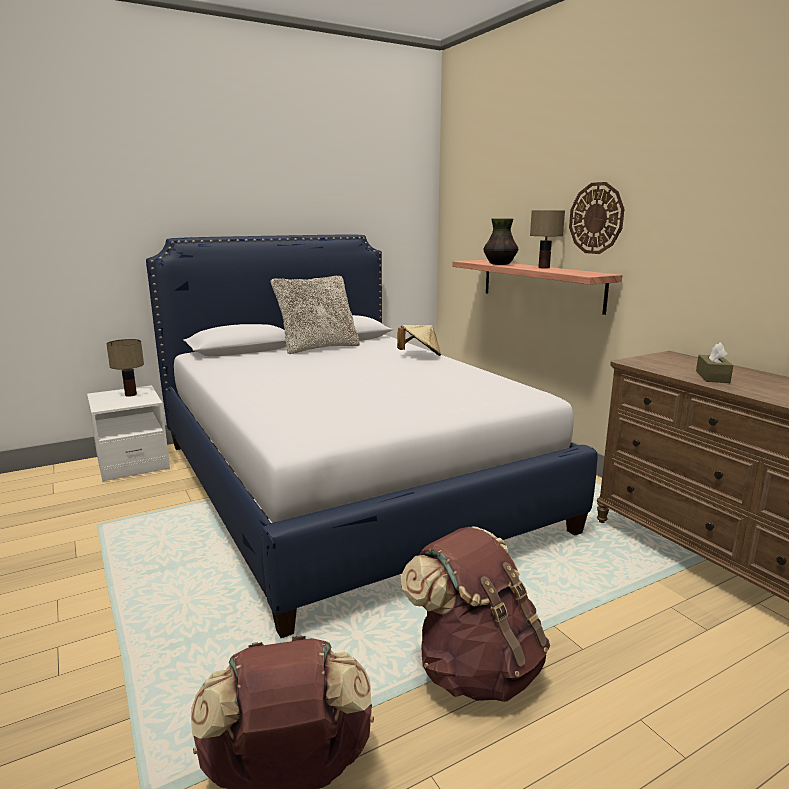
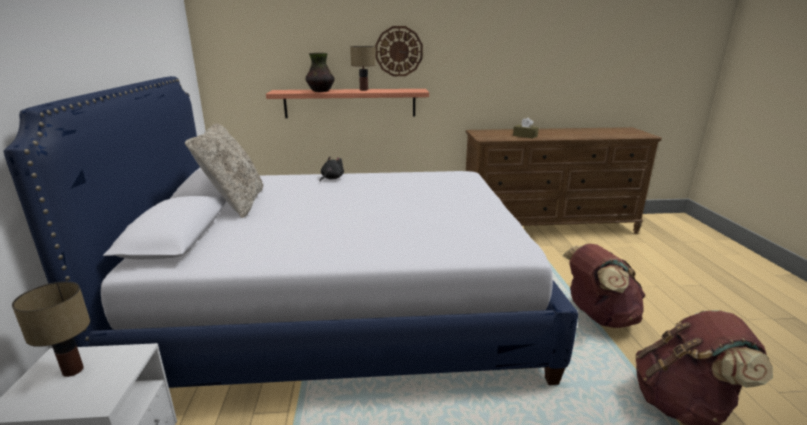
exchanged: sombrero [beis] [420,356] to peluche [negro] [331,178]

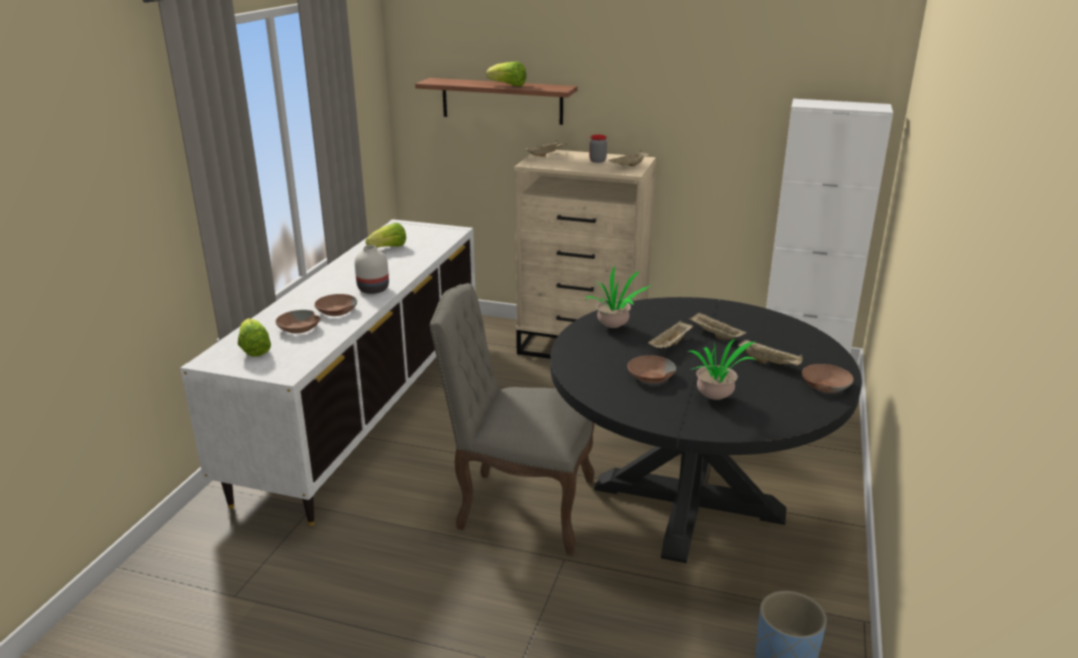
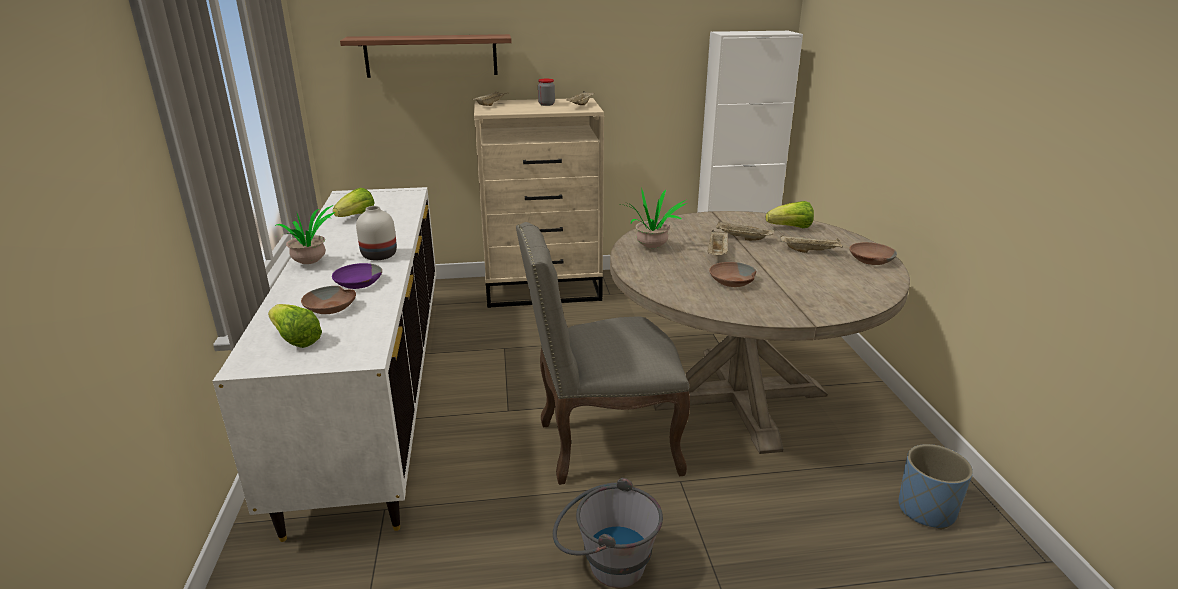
appeared: cubo [gris] [605,564]
relocated: lechuga [508,85] to [790,228]; planta en maceta [717,399] to [312,264]
colour: cuenco [marrón] [335,311] to cuenco [morado] [357,283]; mesa de comedor [negro] [688,499] to mesa de comedor [beis] [738,396]

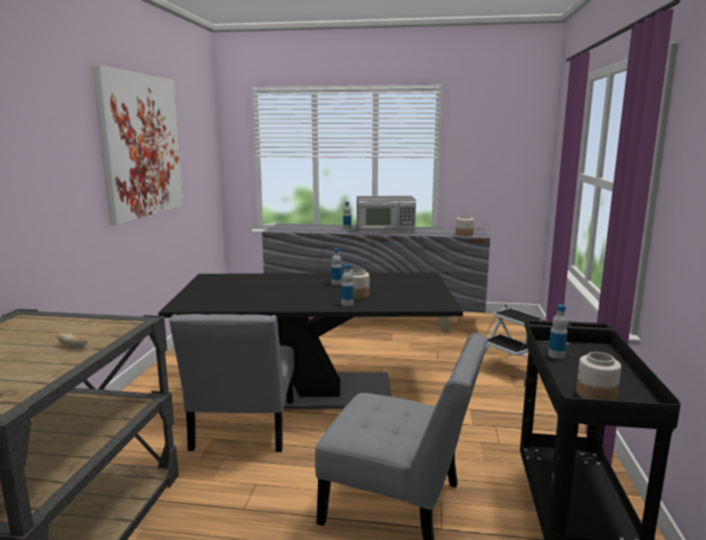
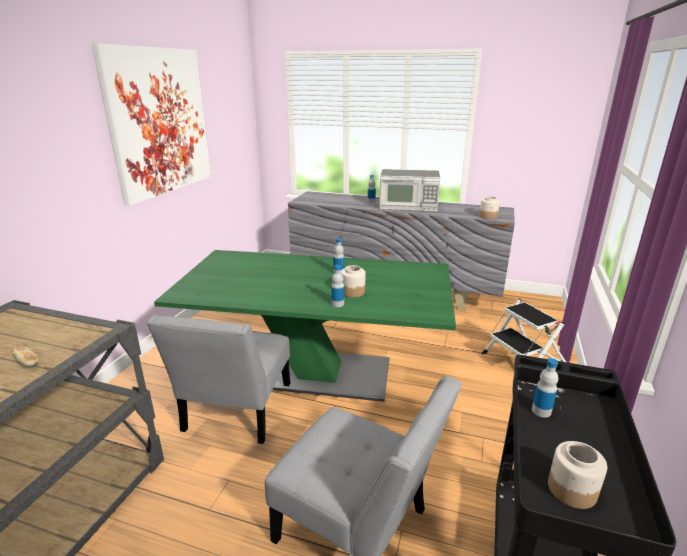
colour: mesa de comedor [negro] [317,392] to mesa de comedor [verde] [317,373]

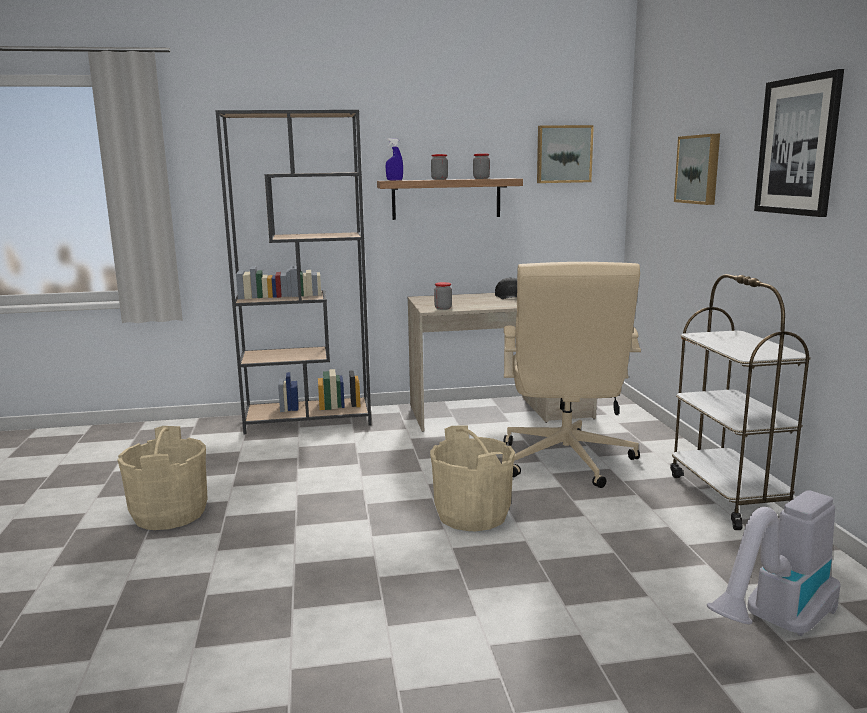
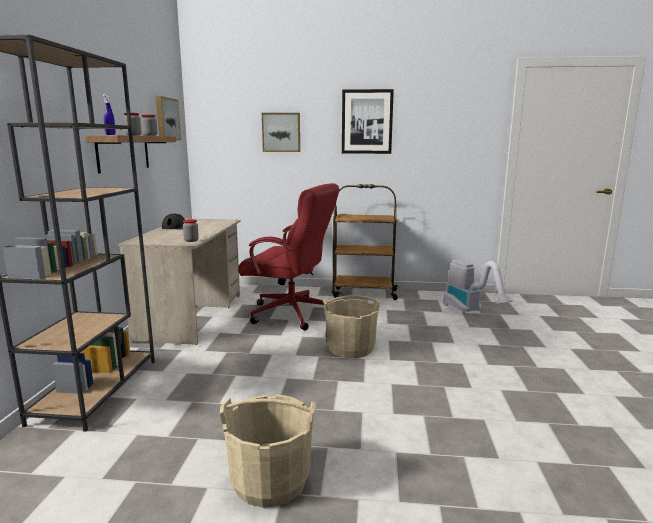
colour: silla de oficina [beis] [566,459] to silla de oficina [rojo] [291,313]; carrito [blanco] [728,497] to carrito [marrón] [363,294]

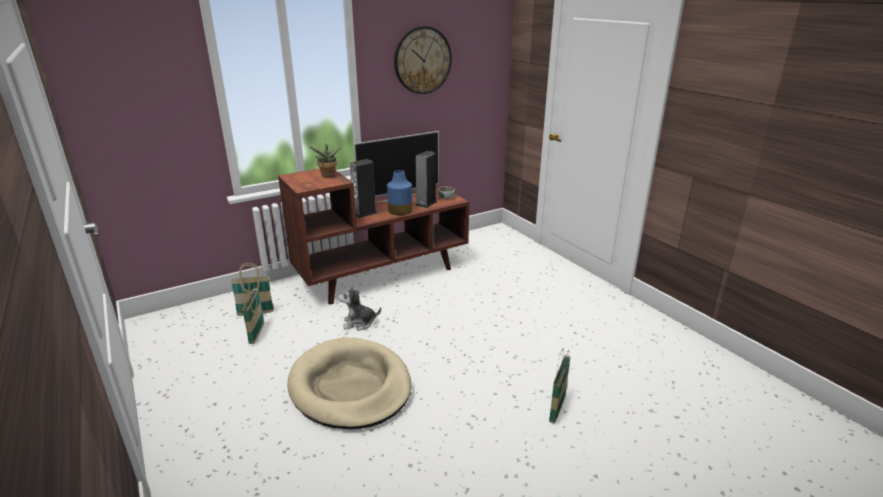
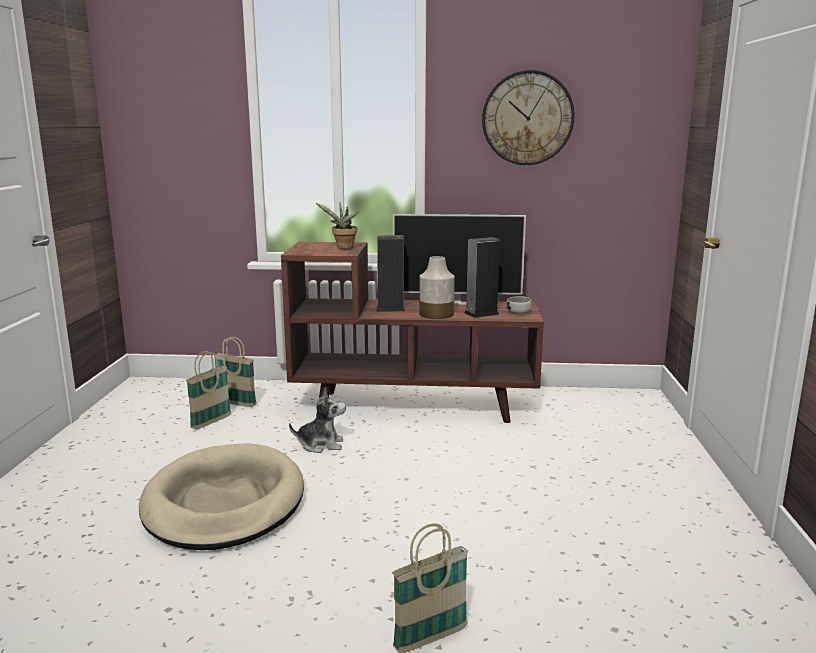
colour: florero [azul] [400,210] to florero [beis] [437,314]
spun: peluche [359,323] = [321,445] 150 degrees clockwise

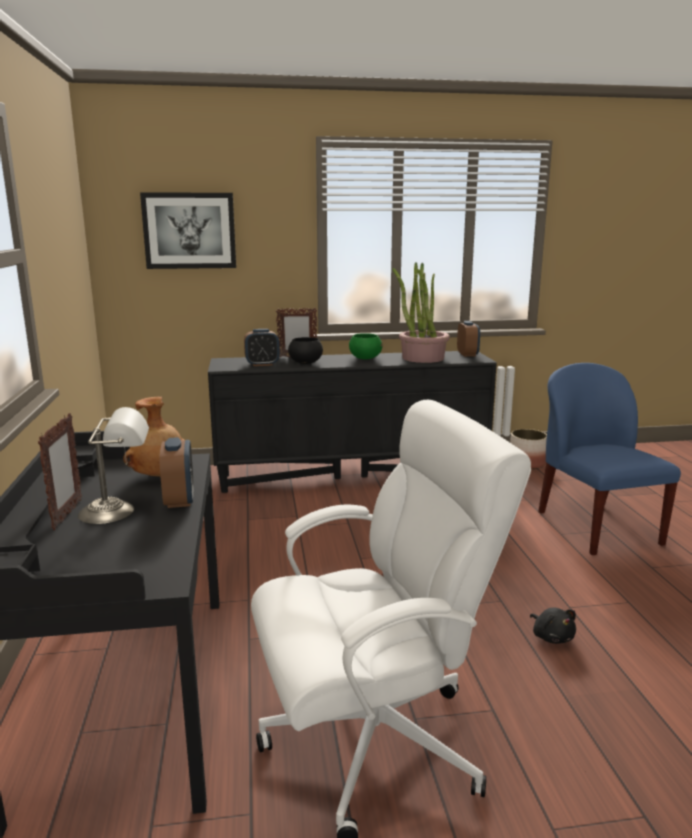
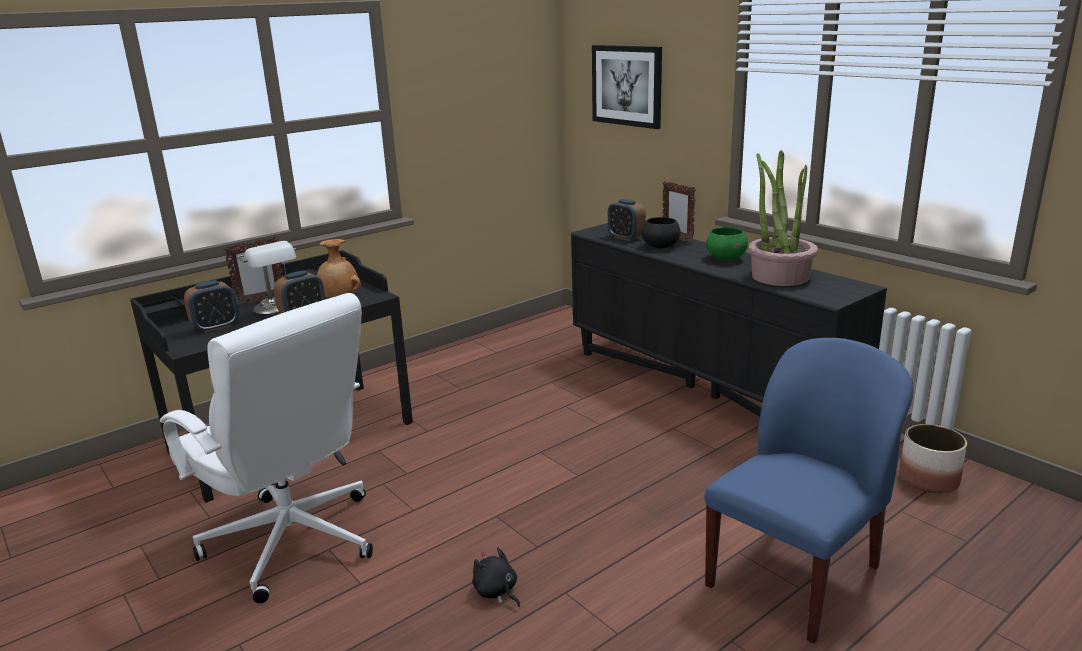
relocated: despertador [467,354] to [216,327]
spun: peluche [negro] [552,637] = [496,592] 105 degrees clockwise

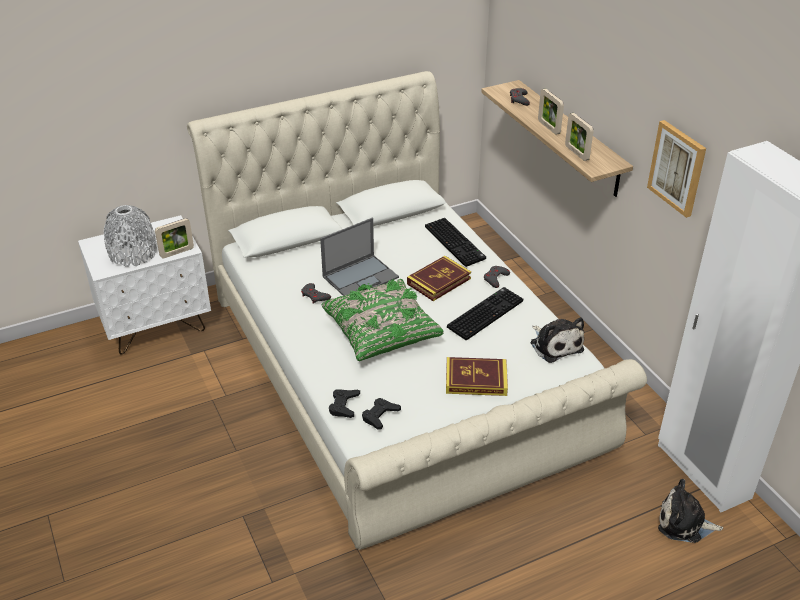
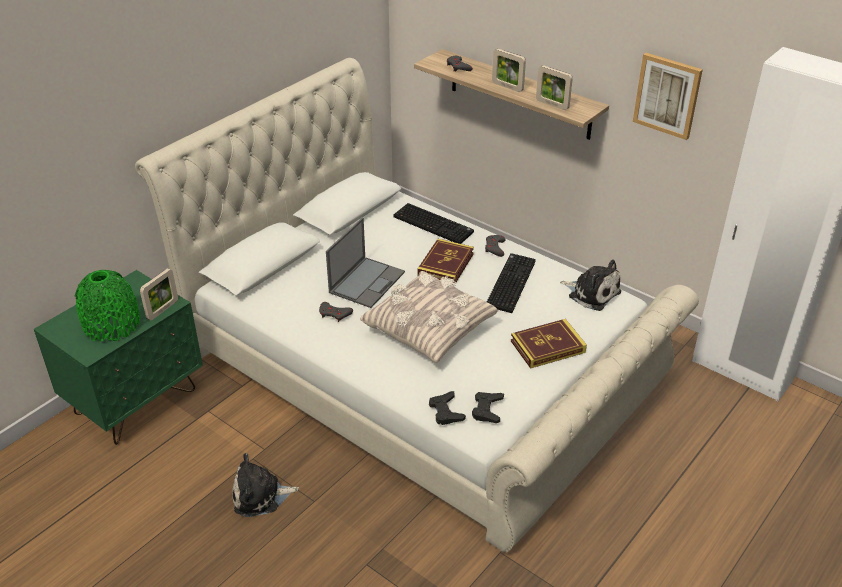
relocated: peluche [684,523] to [260,496]
colour: mesita de noche [blanco] [156,326] to mesita de noche [verde] [136,402]; florero [gris] [133,253] to florero [verde] [112,325]; cojín [verde] [381,334] to cojín [beis] [428,331]

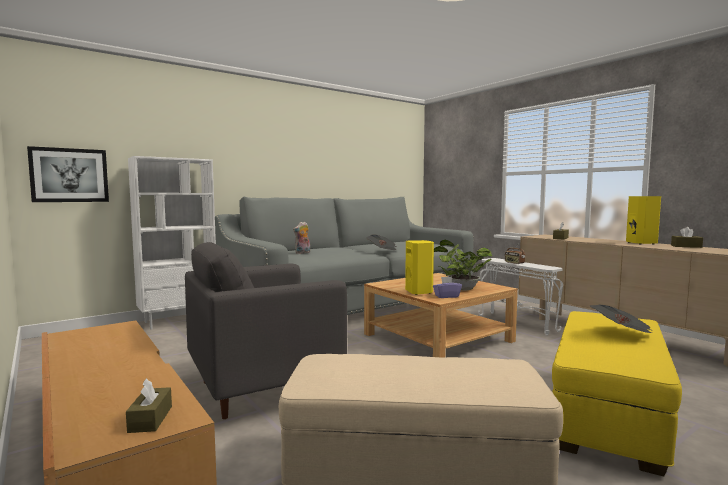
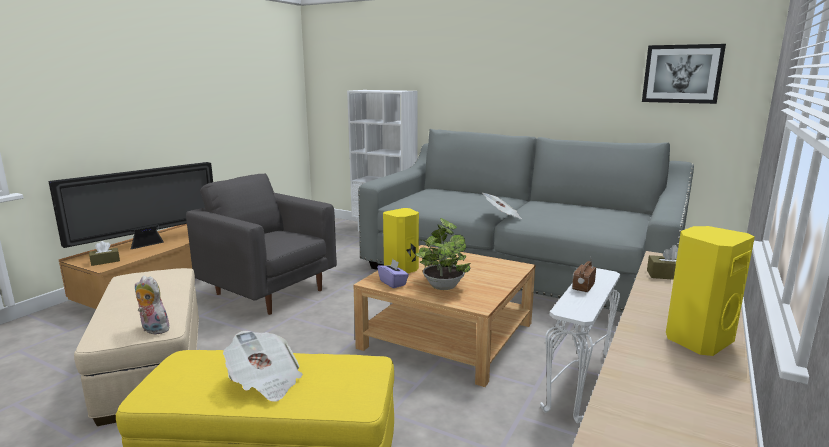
missing: caja de pañuelos [marrón] [686,246]
appeared: televisor [148,244]
relocated: cuadro [69,175] to [682,74]; peluche [302,253] to [153,330]

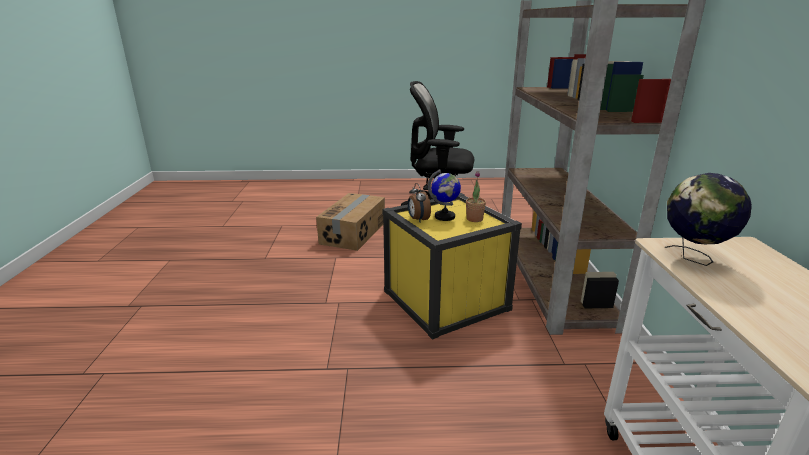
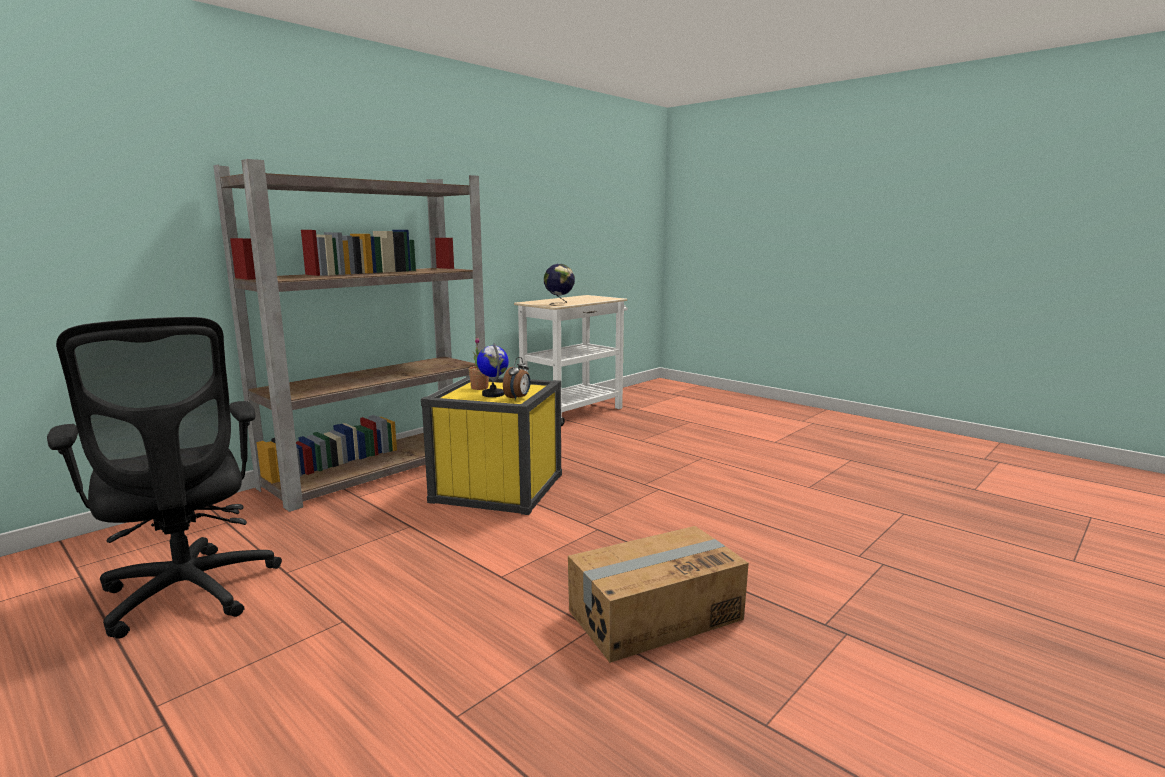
relocated: caja de cartón [354,233] to [654,614]

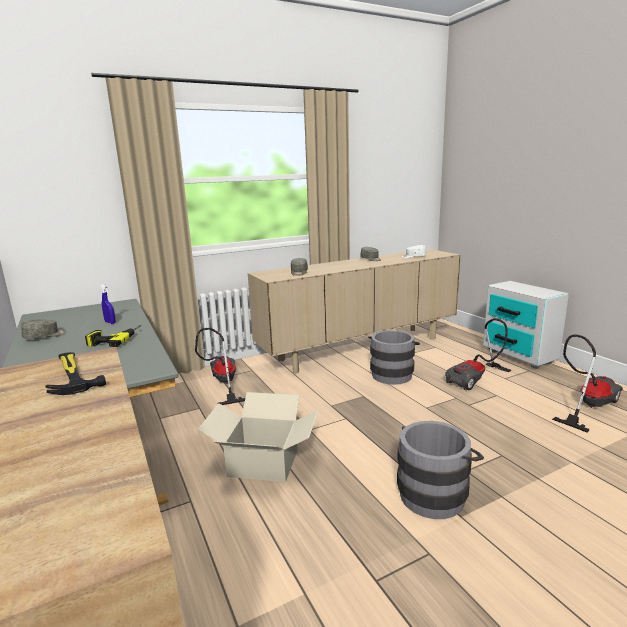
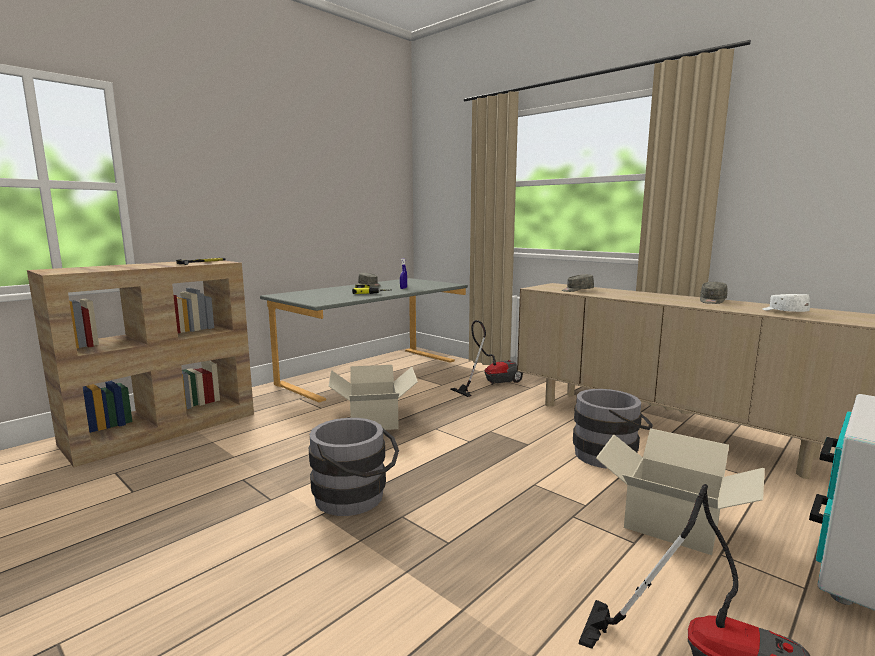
exchanged: aspiradora [476,380] to caja de cartón [671,522]

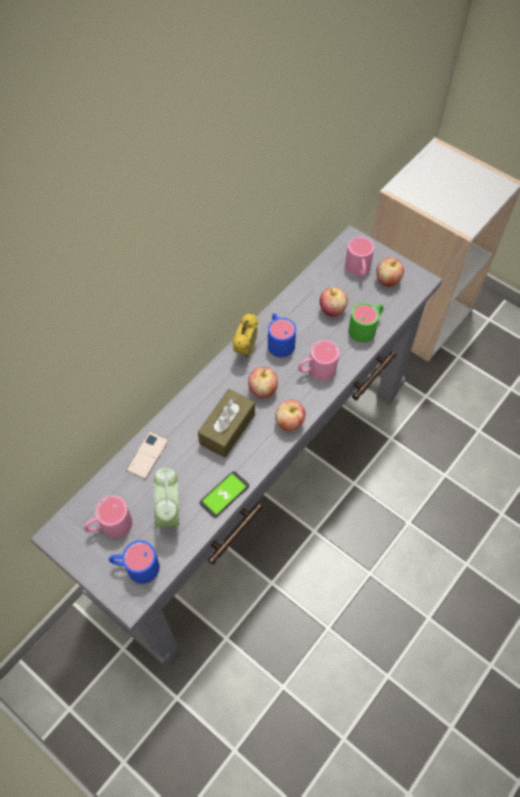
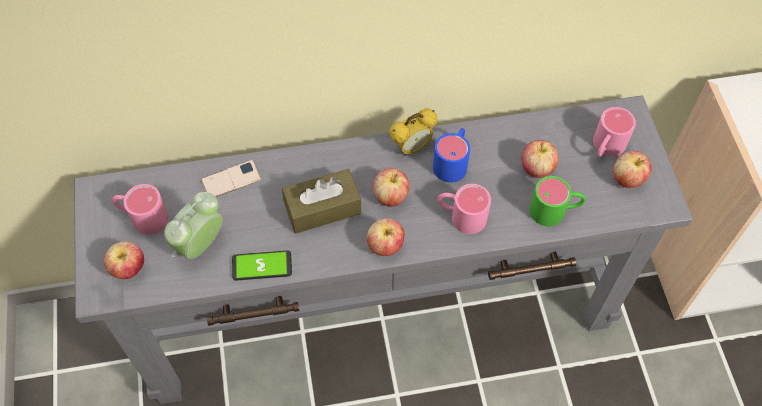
exchanged: taza grande [azul] [135,567] to manzana [129,269]

